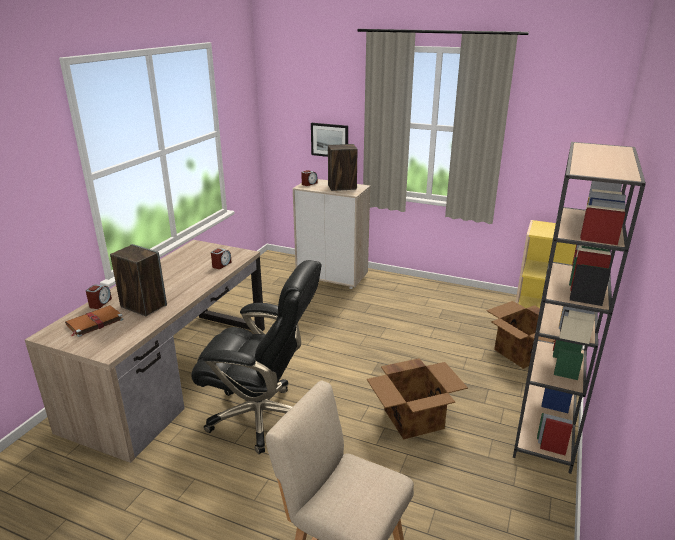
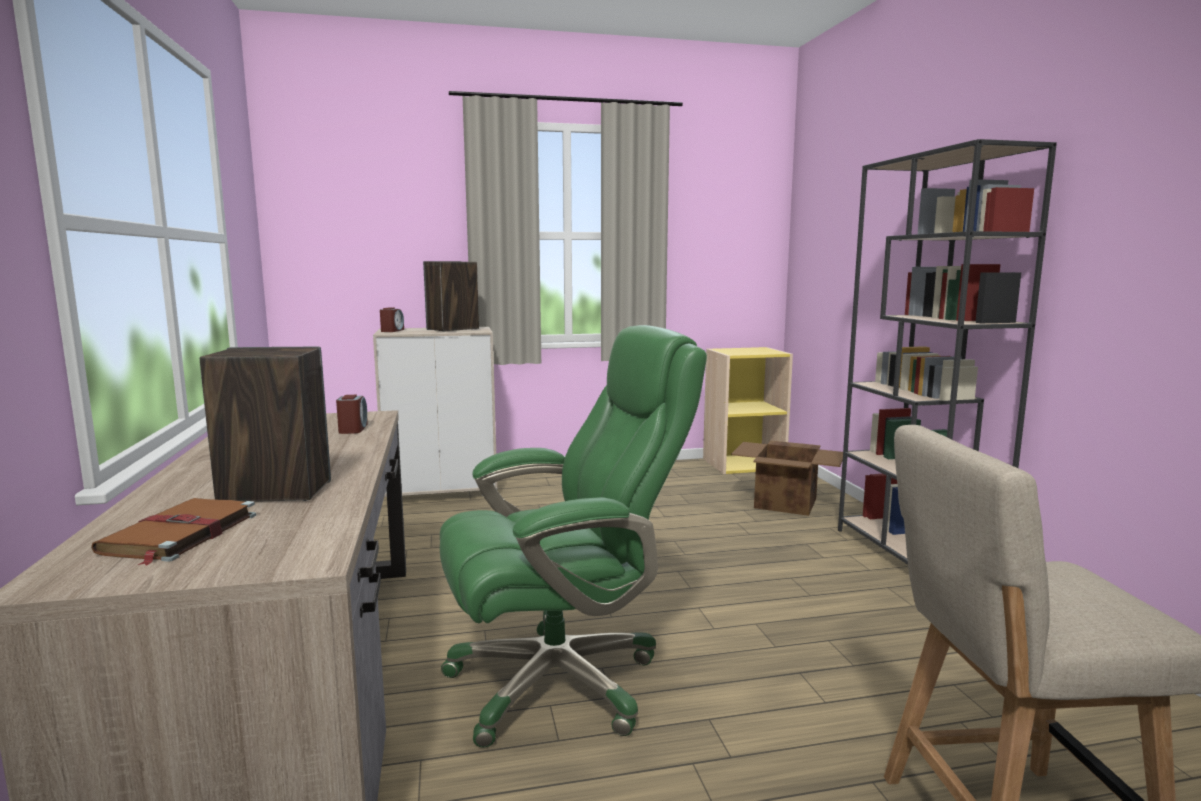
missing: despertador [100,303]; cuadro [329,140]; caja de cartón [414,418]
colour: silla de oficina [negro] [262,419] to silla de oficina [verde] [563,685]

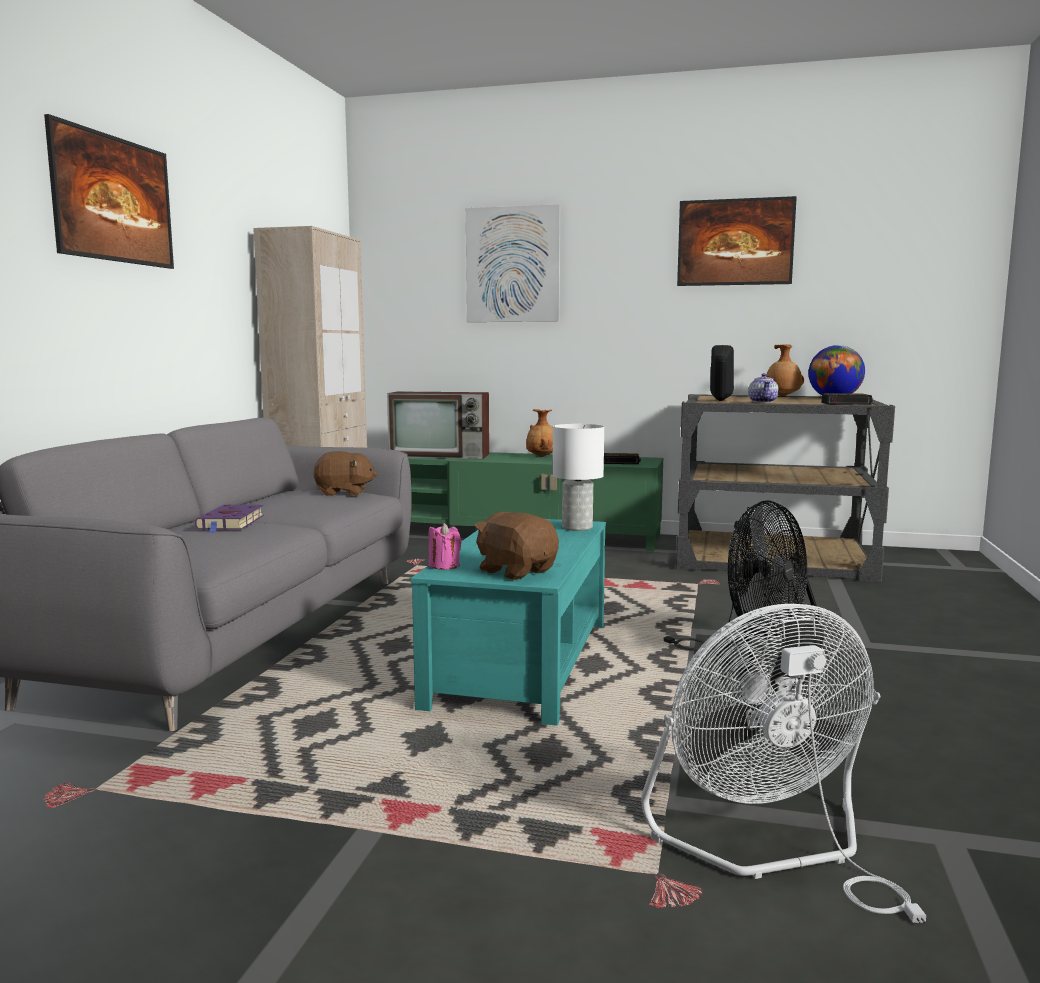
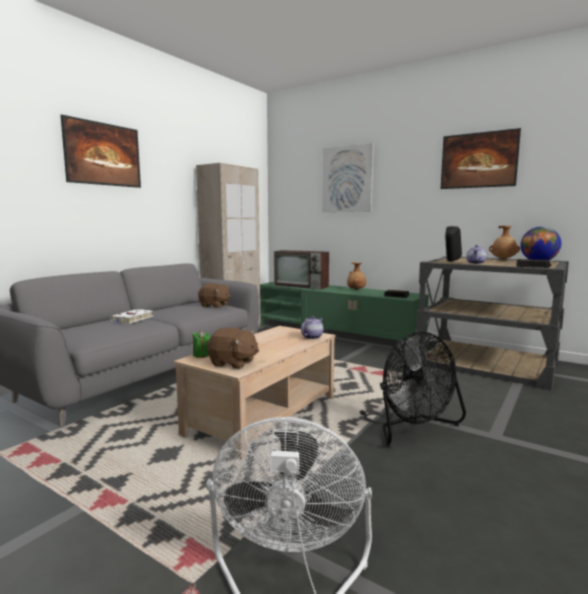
exchanged: lámpara de mesa [blanco] [576,527] to tetera [312,337]
colour: libro [morado] [230,523] to libro [blanco] [132,319]; mesa de centro [turquesa] [519,662] to mesa de centro [beis] [263,414]; vela [rosa] [444,566] to vela [verde] [201,355]
spun: peluche [marrón] [516,571] = [233,363] 135 degrees clockwise

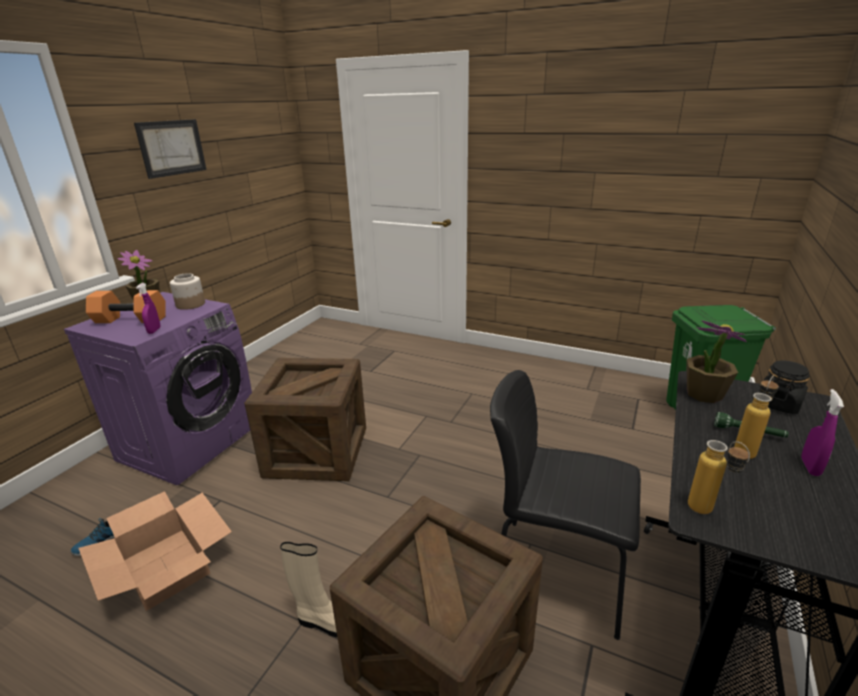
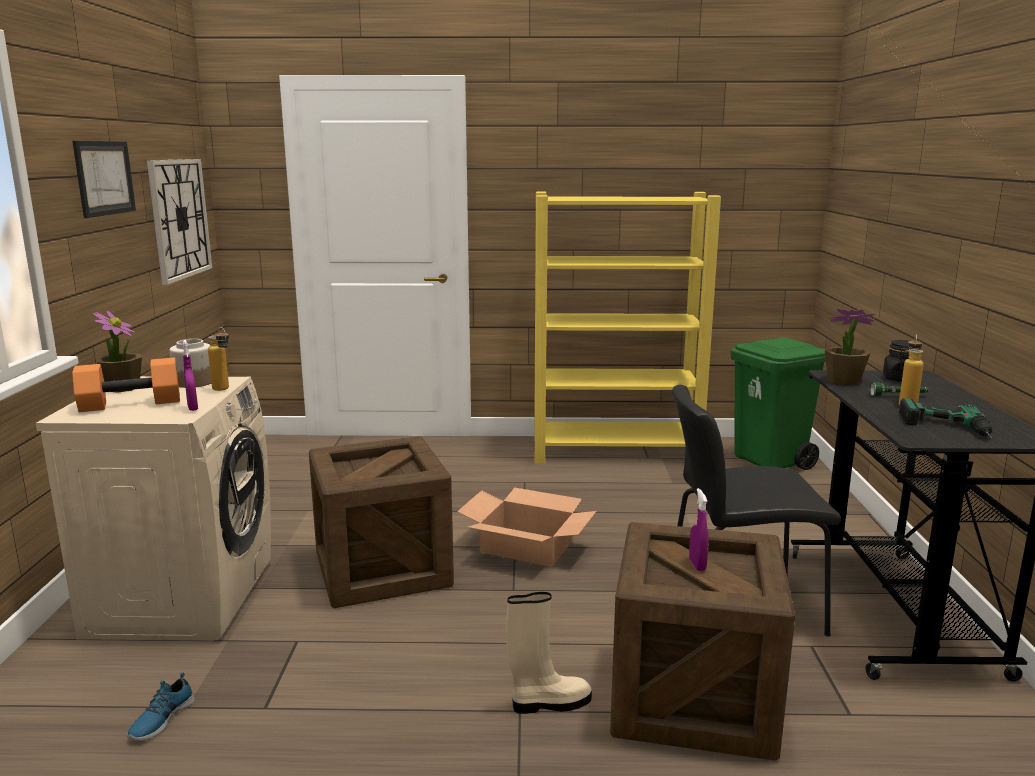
appeared: reloj de pared [179,218]; estantería [amarillo] [615,451]; taladro [947,429]
relocated: caja de cartón [166,567] to [526,546]; botella [707,513] to [224,390]; pulverizador [morado] [810,467] to [697,565]
colour: lavadora [morado] [190,444] to lavadora [beis] [183,599]

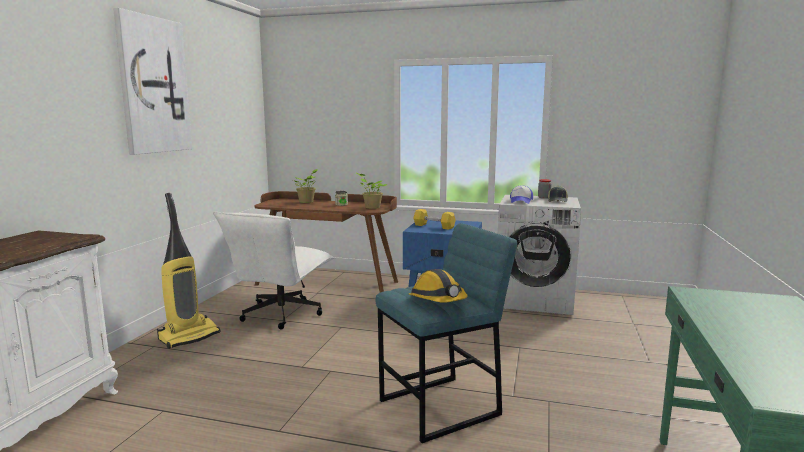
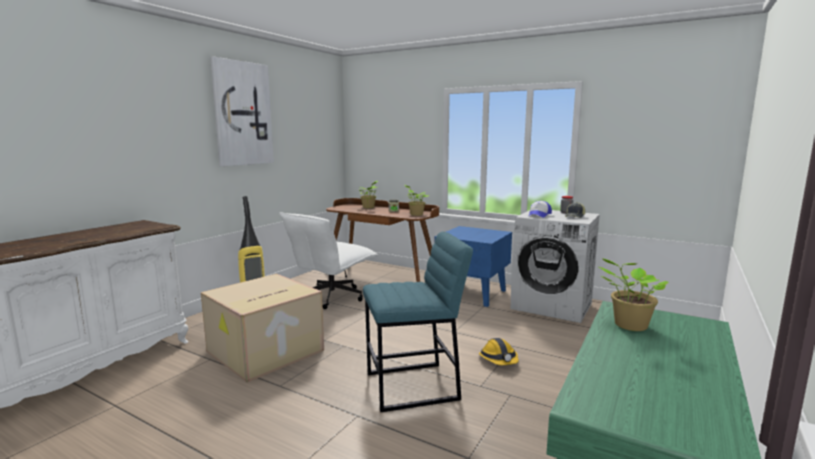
missing: mancuerna [amarillo] [434,226]
appeared: caja de cartón [265,352]; planta en maceta [628,325]
relocated: casco [438,300] to [499,360]

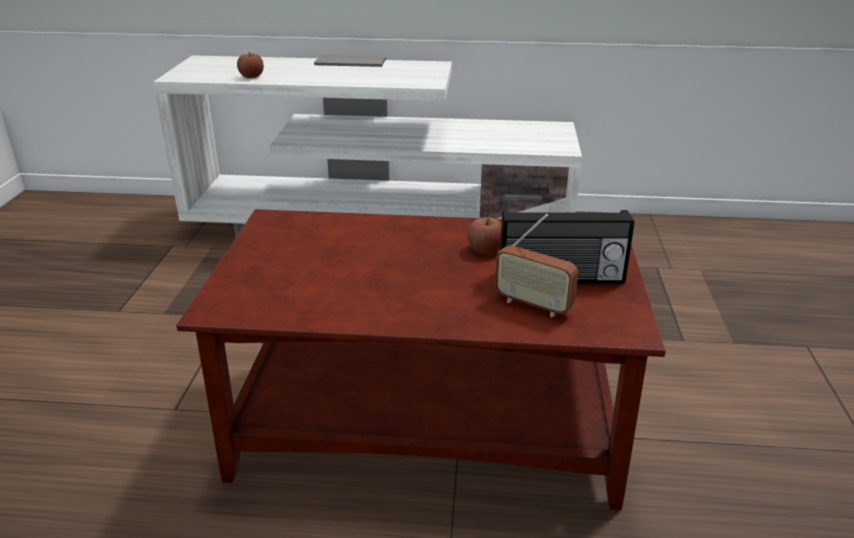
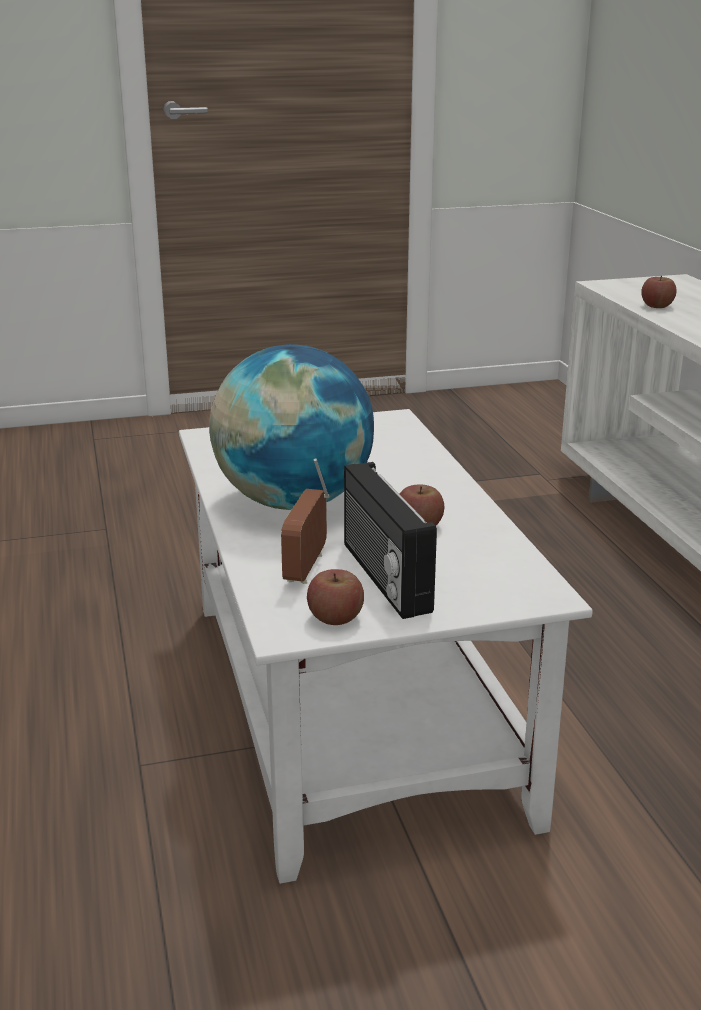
appeared: globo terráqueo [294,502]; manzana [335,618]
colour: mesa de centro [marrón] [430,423] to mesa de centro [blanco] [353,707]

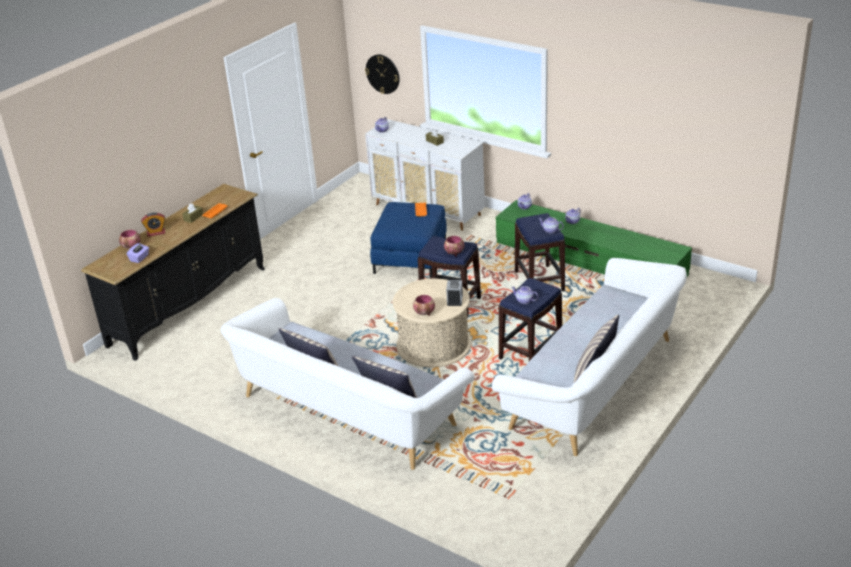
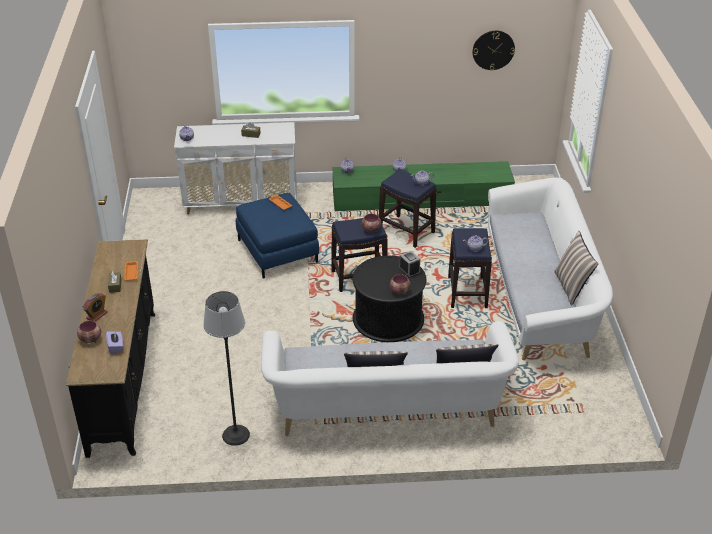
appeared: lámpara de pie [235,435]
relocated: reloj de pared [383,74] to [493,50]
colour: mesa de centro [beis] [433,345] to mesa de centro [negro] [388,318]

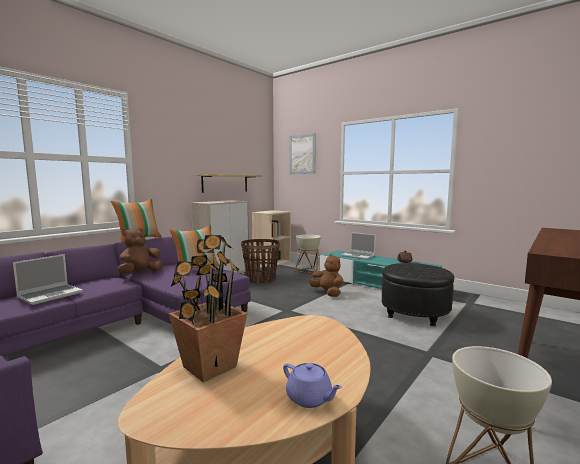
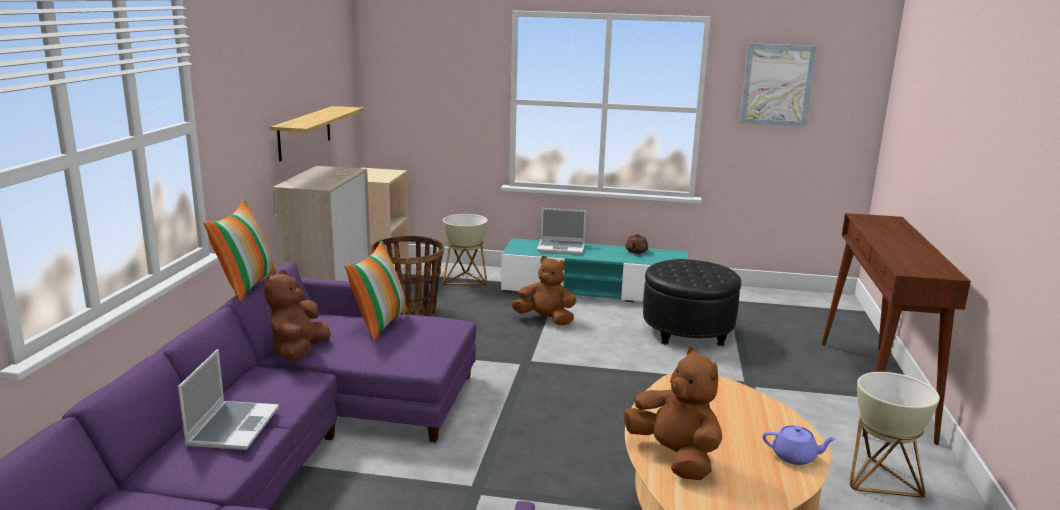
relocated: cuadro [302,154] to [777,85]
exchanged: planta en maceta [208,366] to peluche [marrón] [674,457]

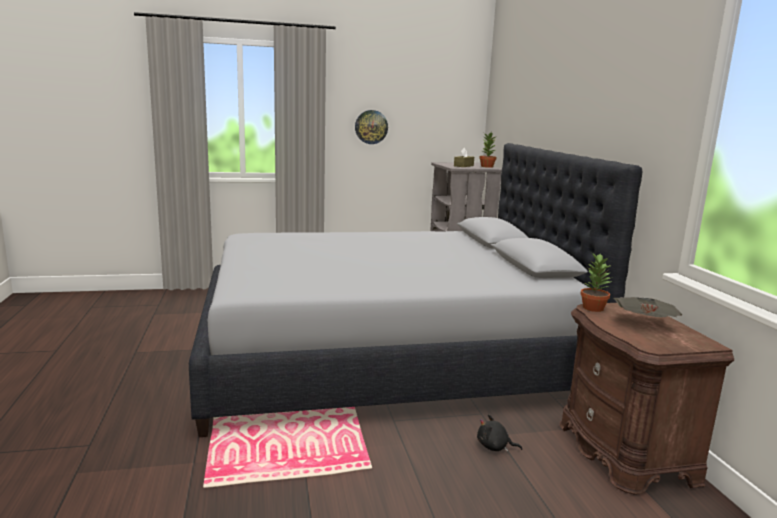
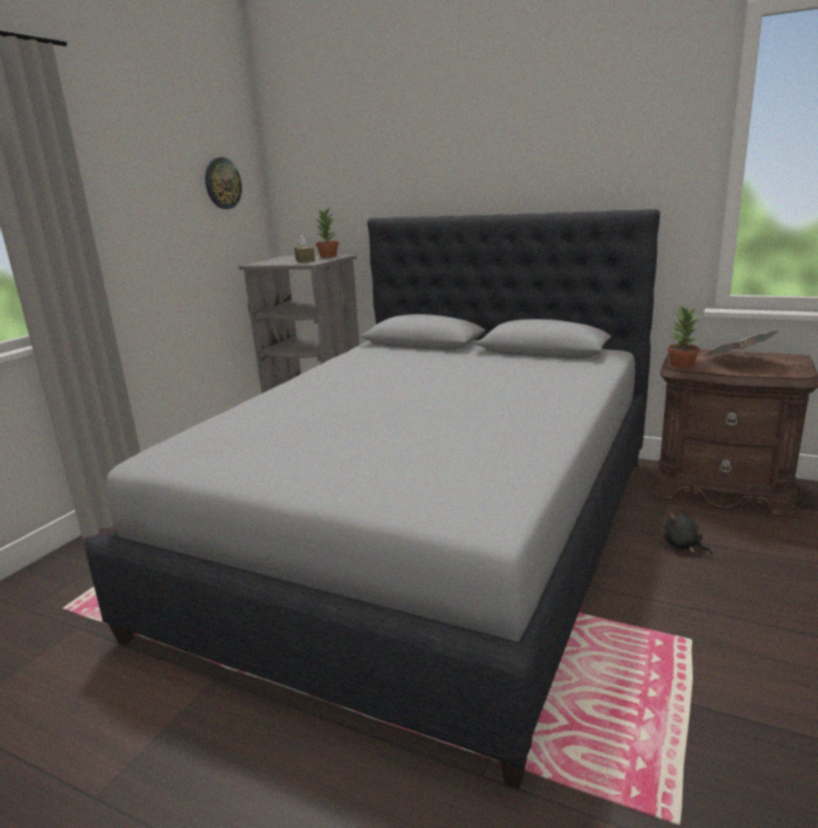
relocated: reloj de pared [371,127] to [222,183]
spun: peluche [negro] [494,447] = [683,545] 90 degrees clockwise

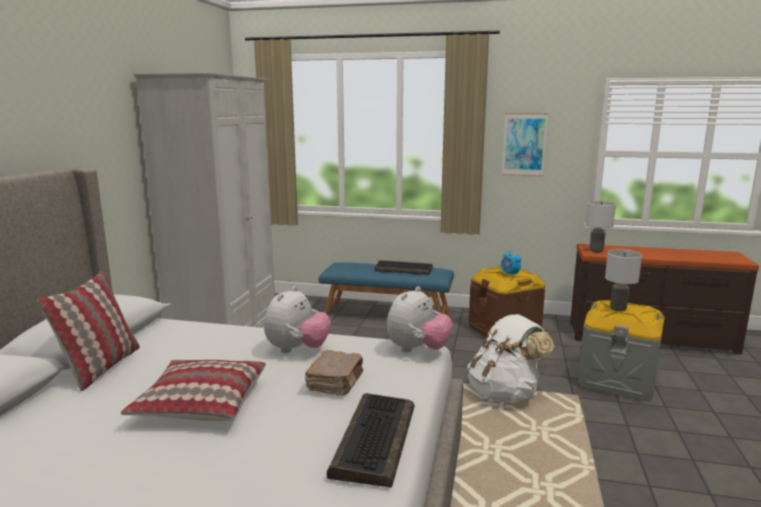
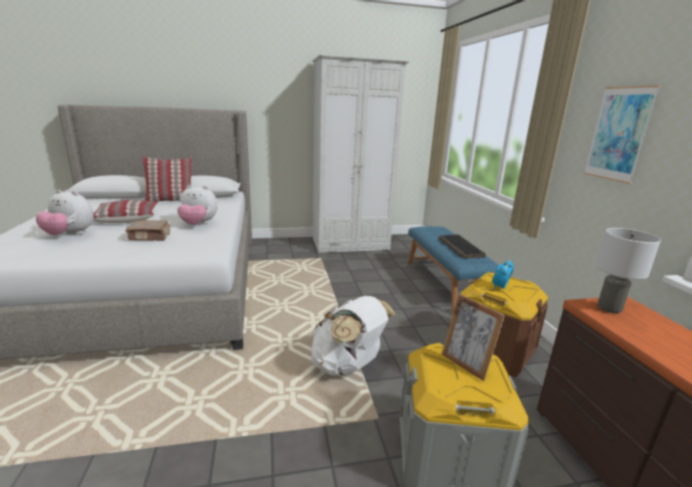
missing: teclado [374,438]
relocated: peluche [417,350] to [70,235]
exchanged: lámpara de mesa [blanco] [618,308] to portarretratos [466,364]

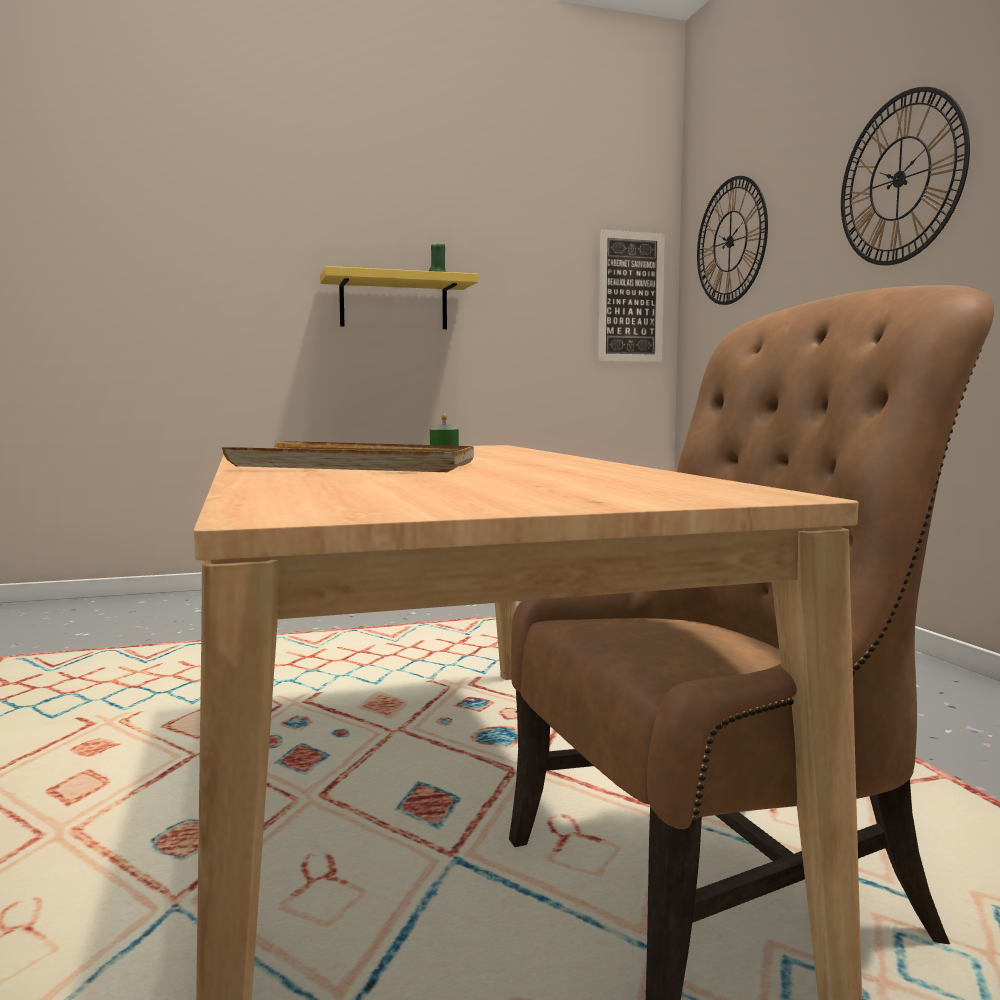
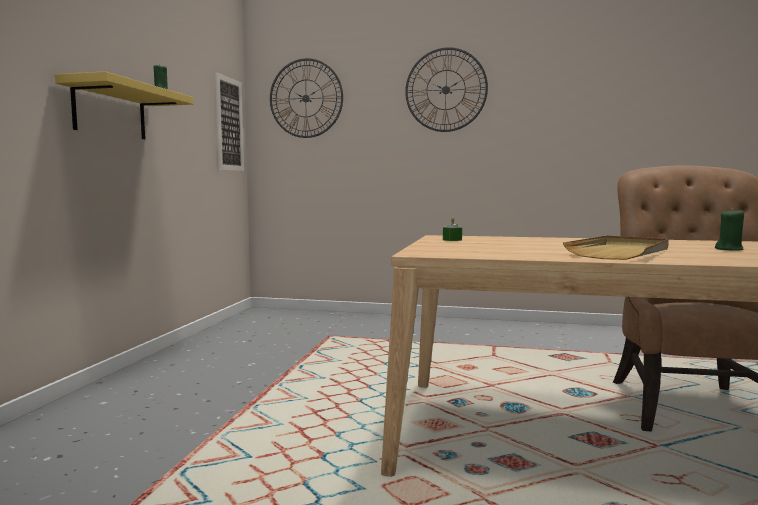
appeared: vela [verde] [729,249]

